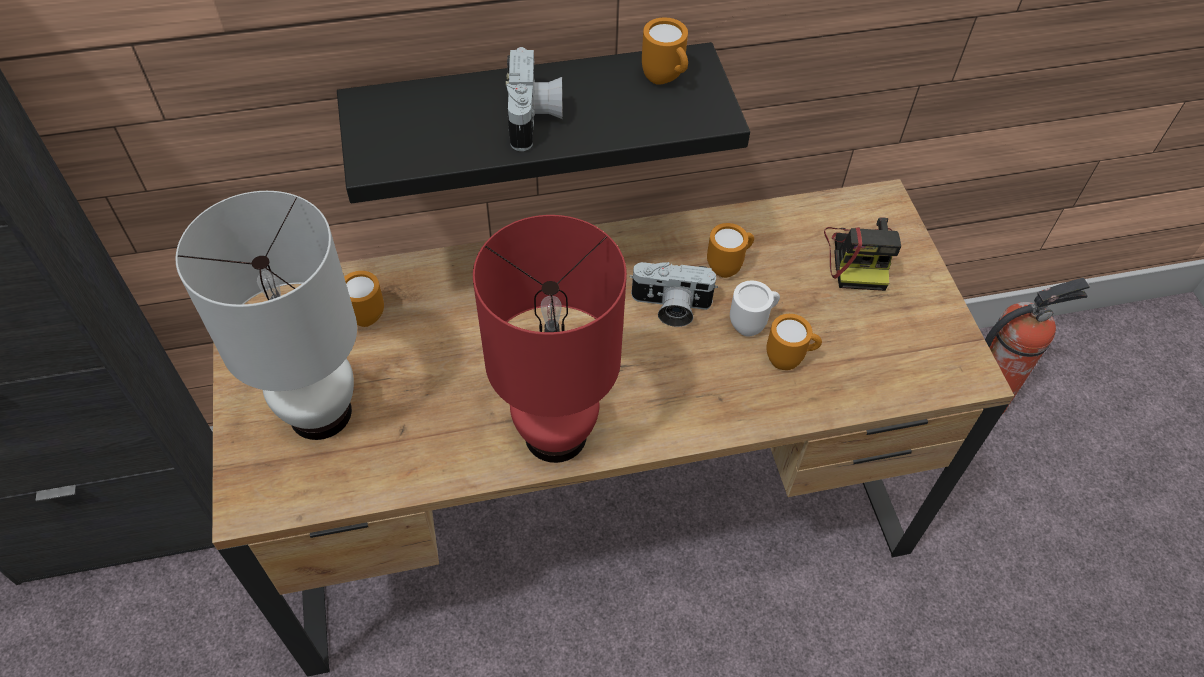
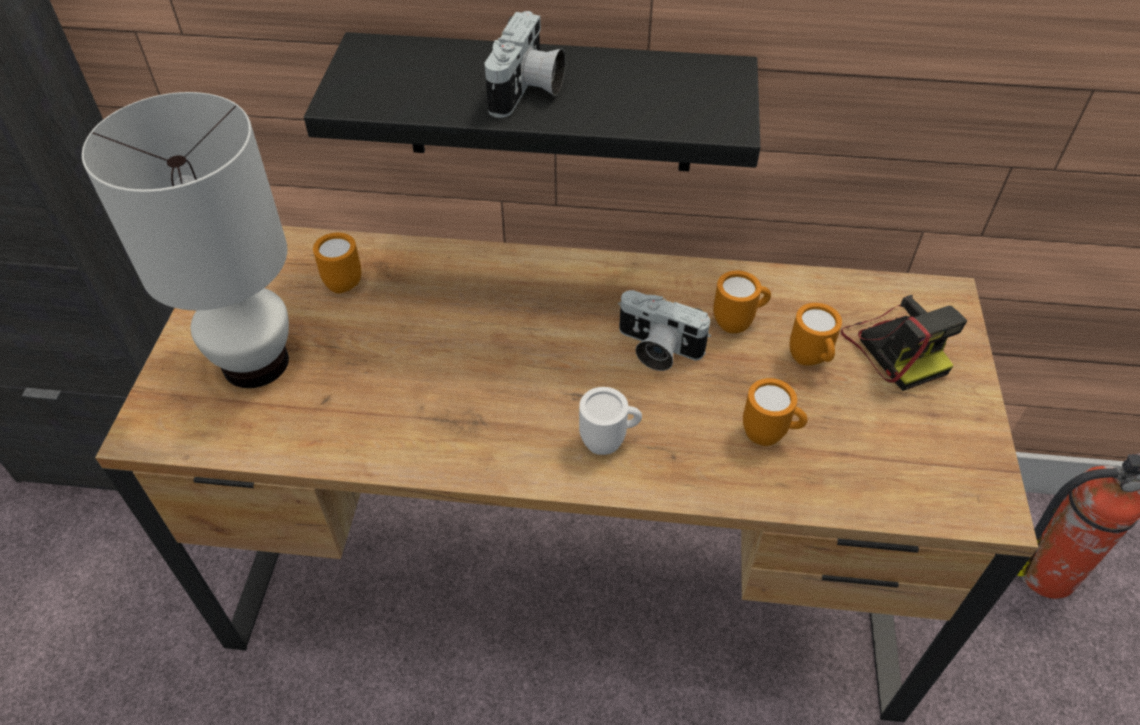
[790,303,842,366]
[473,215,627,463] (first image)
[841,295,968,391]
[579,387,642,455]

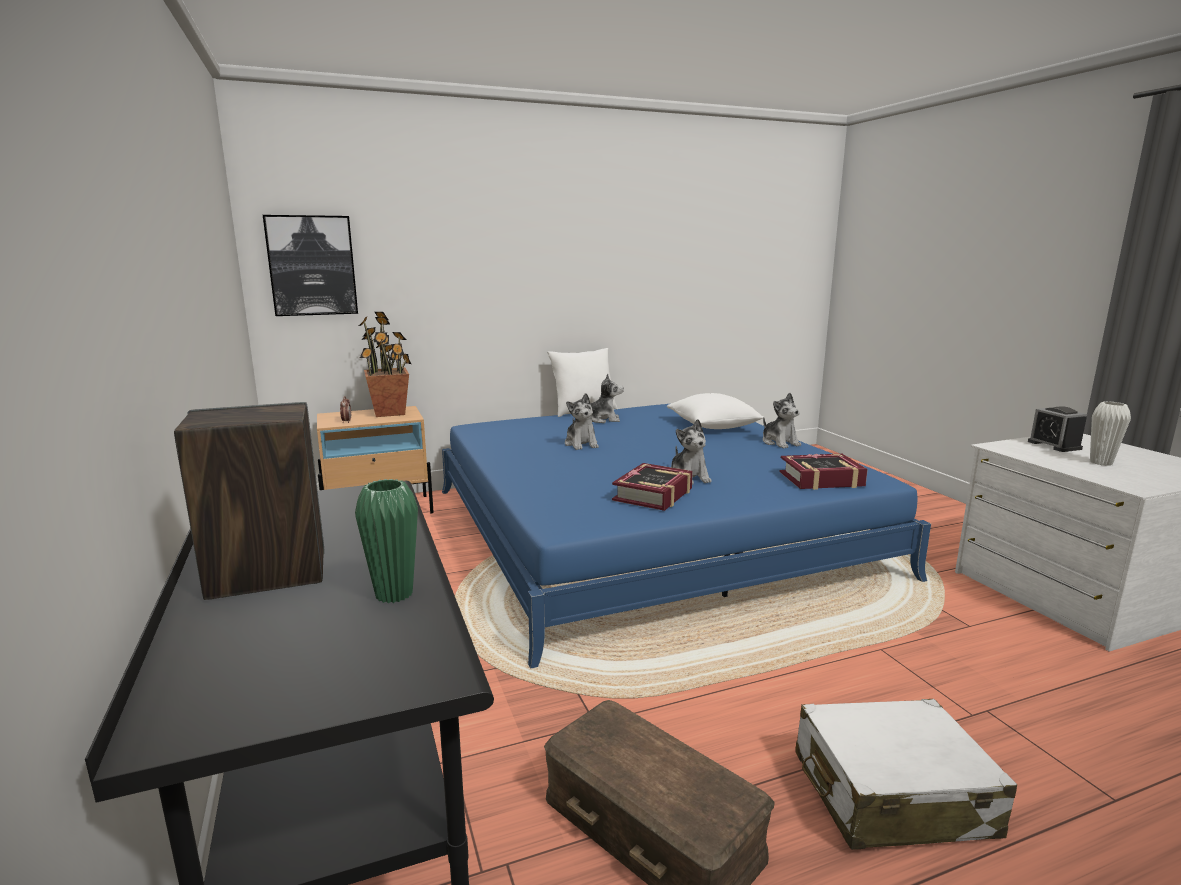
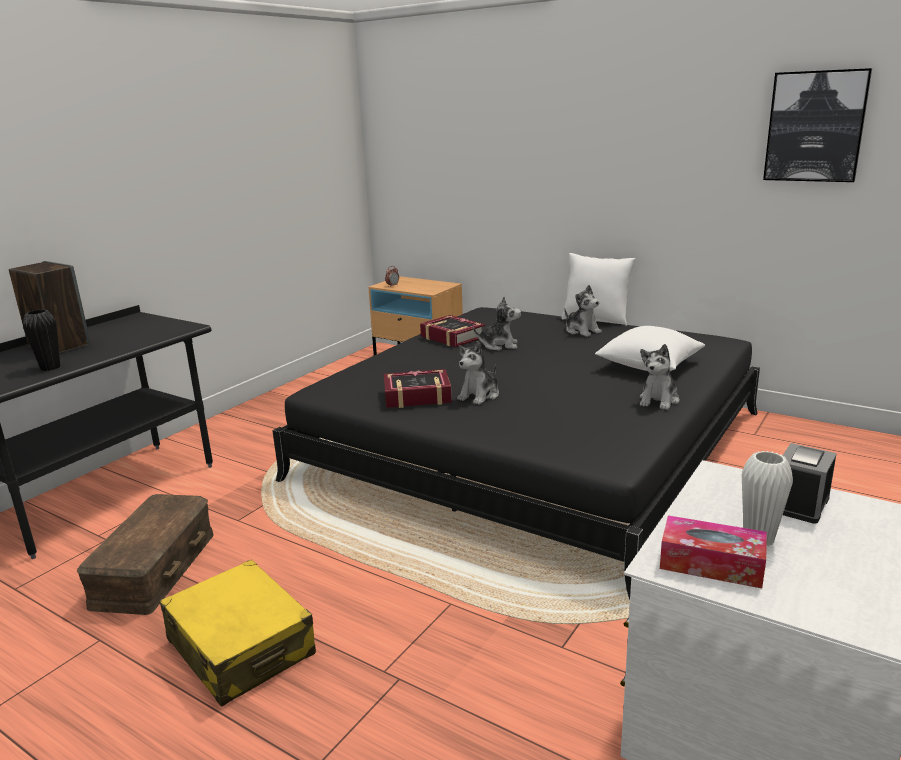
[763,68,872,182]
[359,312,411,417] (first image)
[473,296,521,351]
[272,307,760,600]
[420,315,485,347]
[23,309,60,371]
[160,559,316,707]
[660,515,767,588]

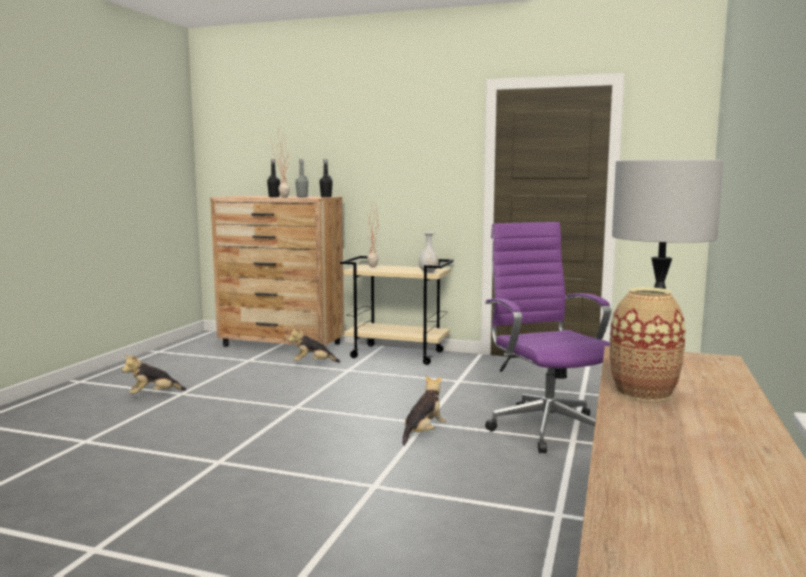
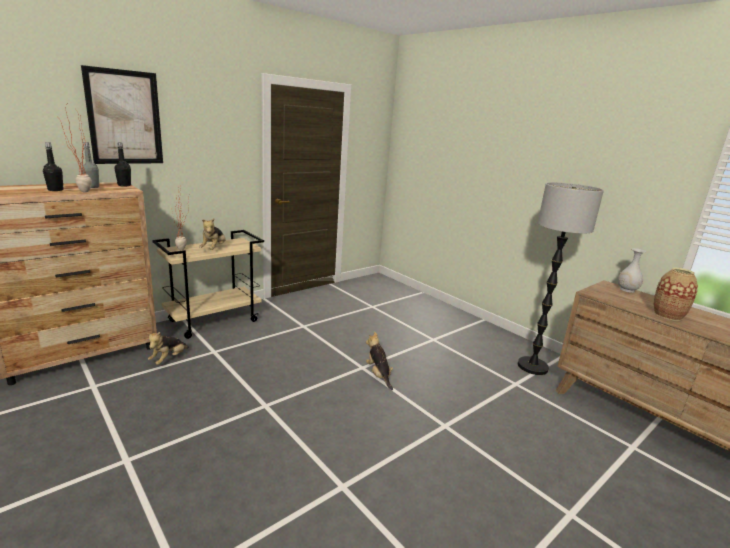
[485,222,611,453] (first image)
[618,248,647,293]
[199,218,226,250]
[81,65,163,164]

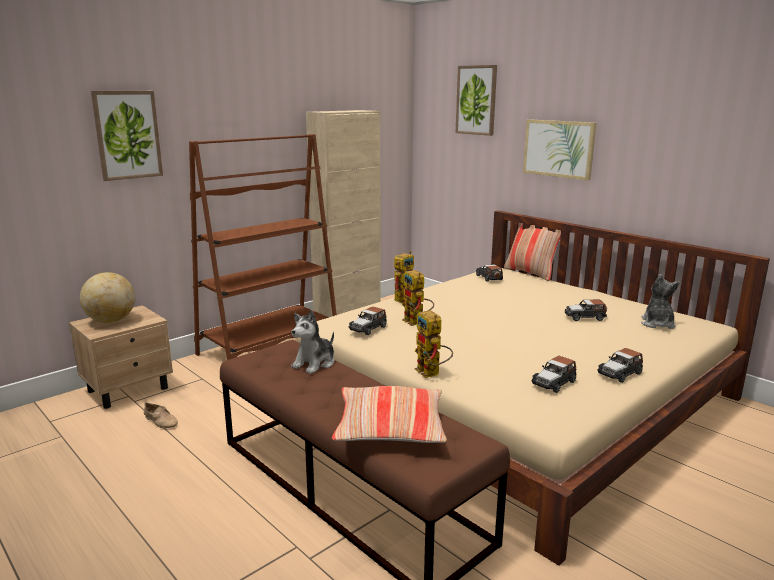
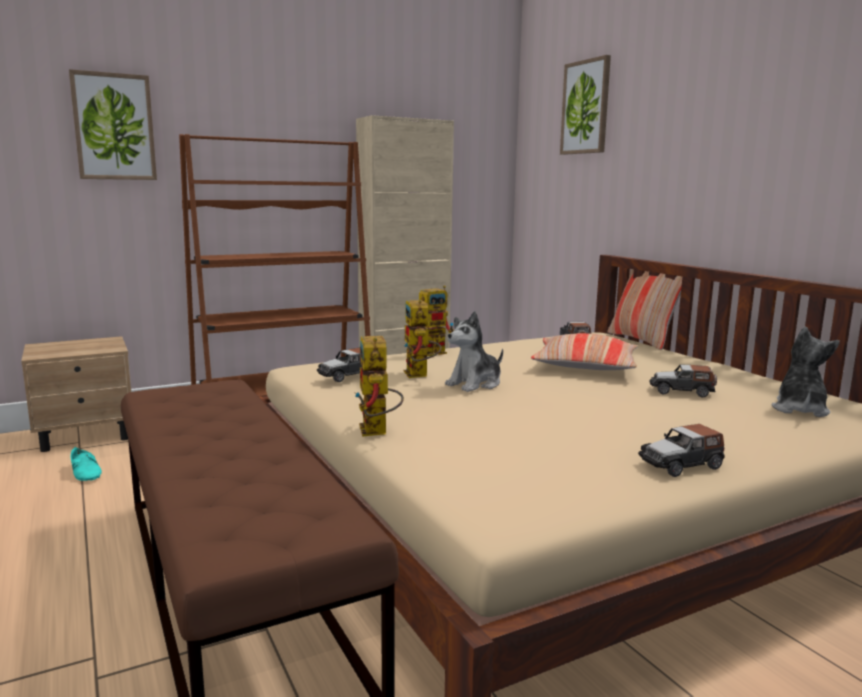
[523,119,597,180] (first image)
[80,272,135,323] (first image)
[445,311,503,392]
[531,356,576,393] (first image)
[531,333,638,370]
[71,447,102,481]

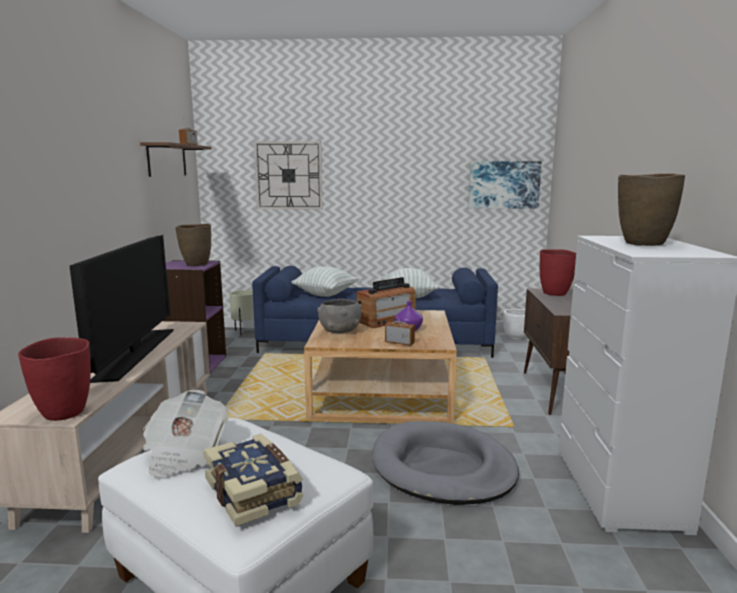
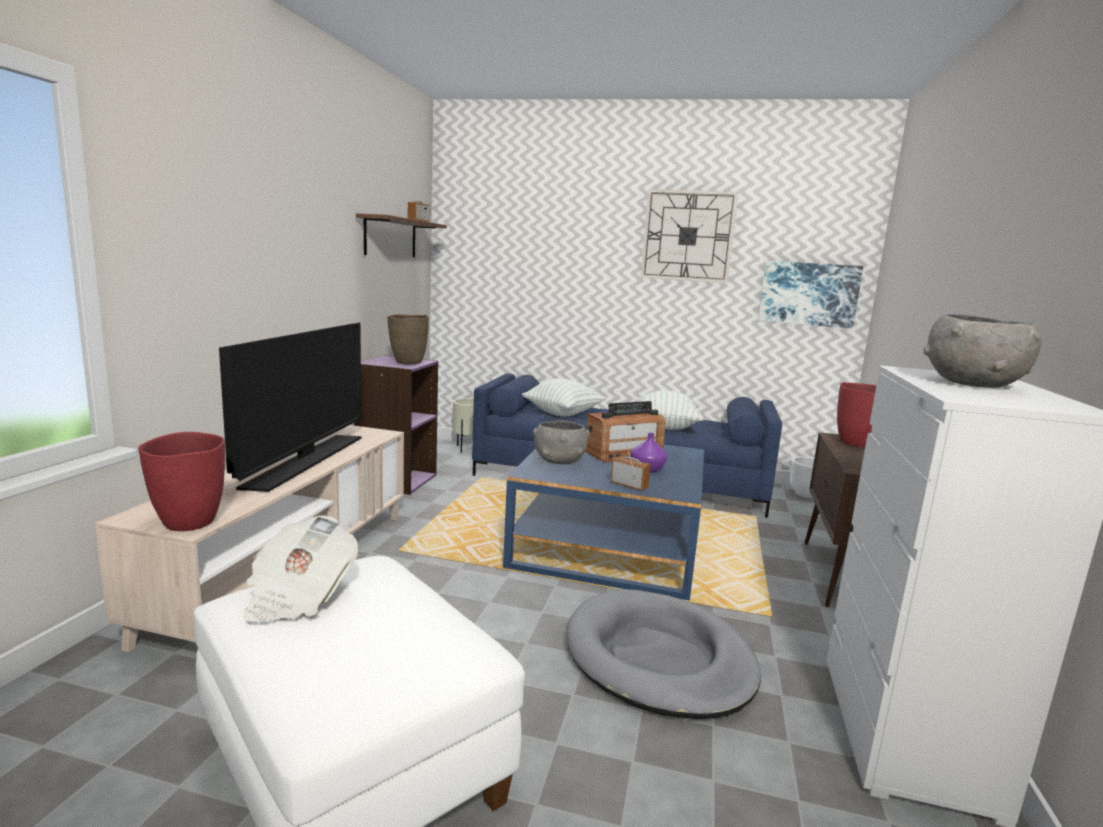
[640,189,738,283]
[924,314,1041,388]
[503,445,704,601]
[203,434,303,527] (first image)

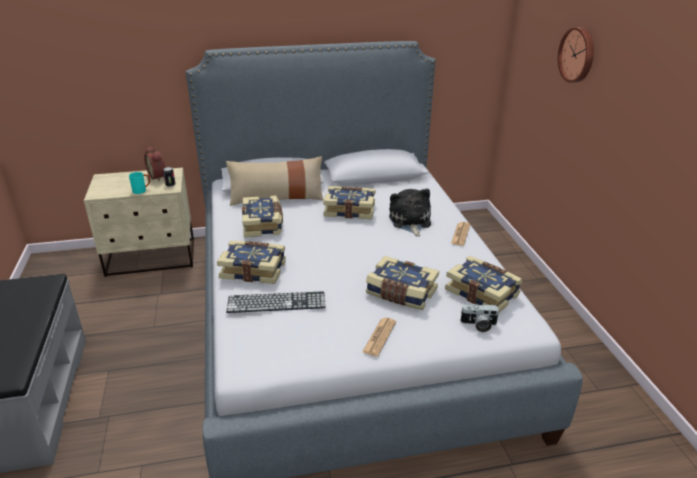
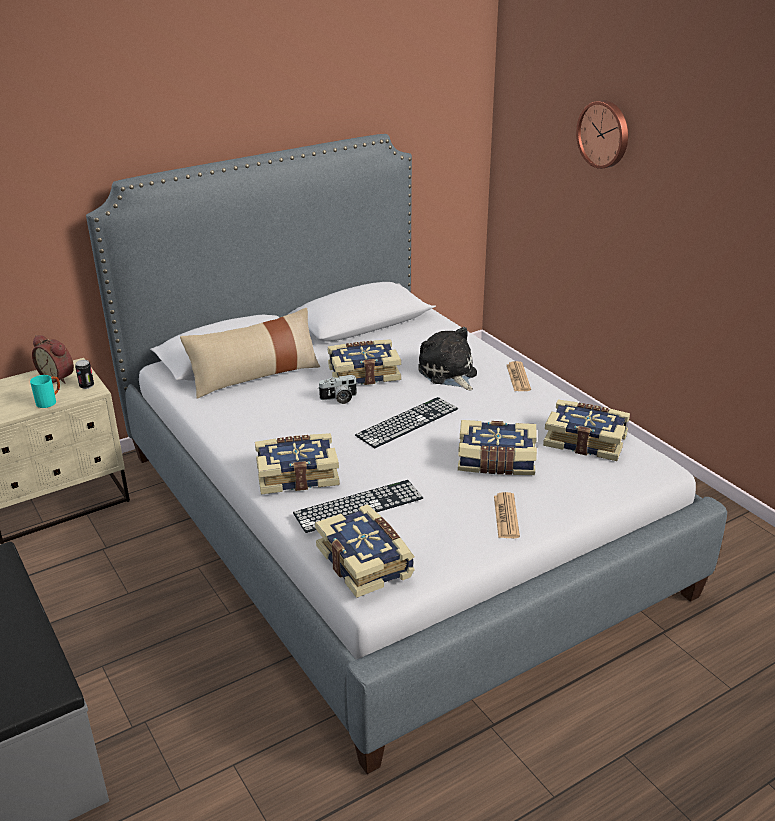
[315,504,415,598]
[318,375,358,404]
[355,397,458,448]

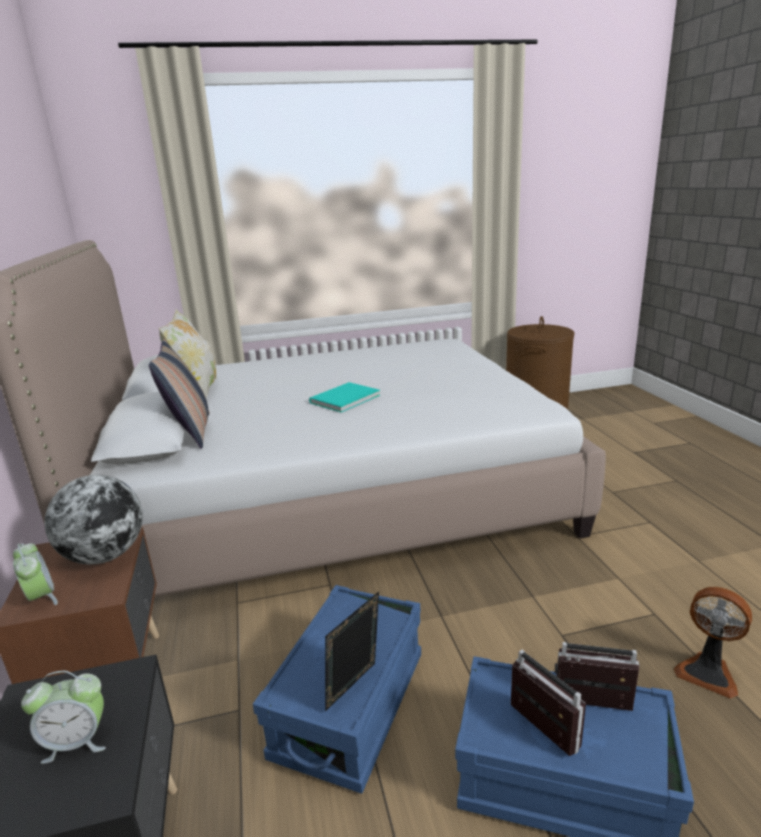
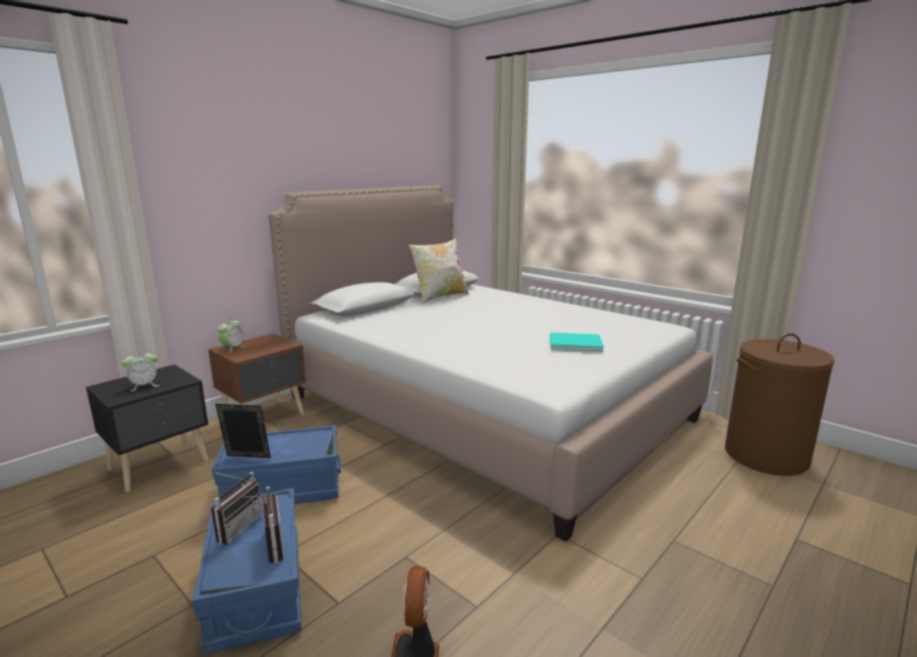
[149,339,209,449] (first image)
[550,332,604,352]
[45,475,143,565] (first image)
[122,350,160,391]

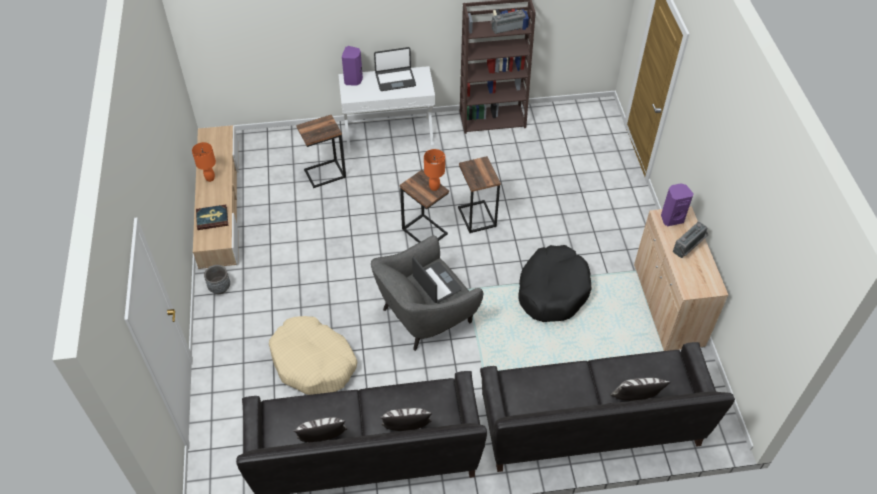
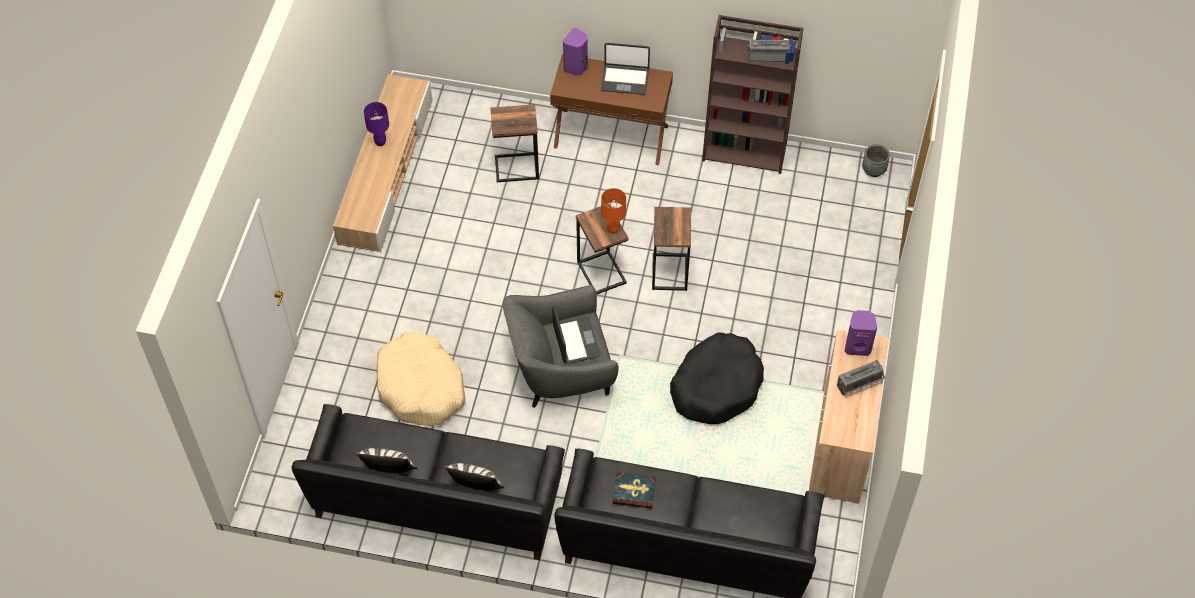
[550,54,673,165]
[364,102,389,146]
[613,472,656,508]
[862,144,890,177]
[610,378,670,401] (first image)

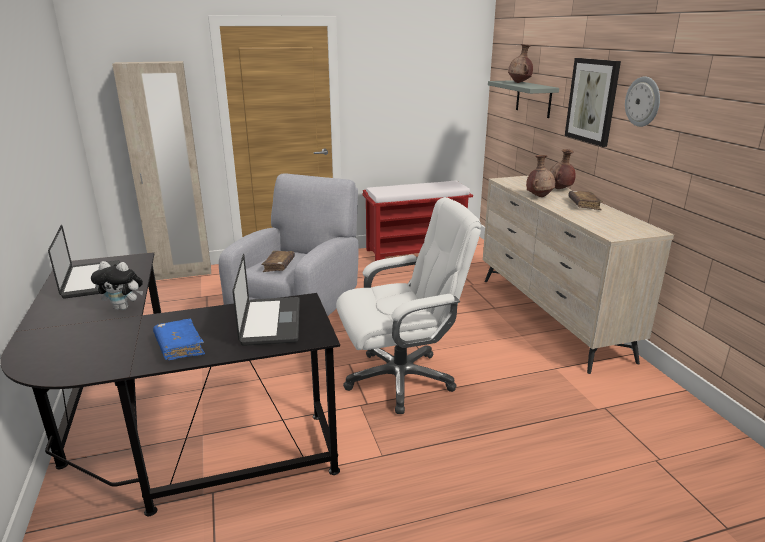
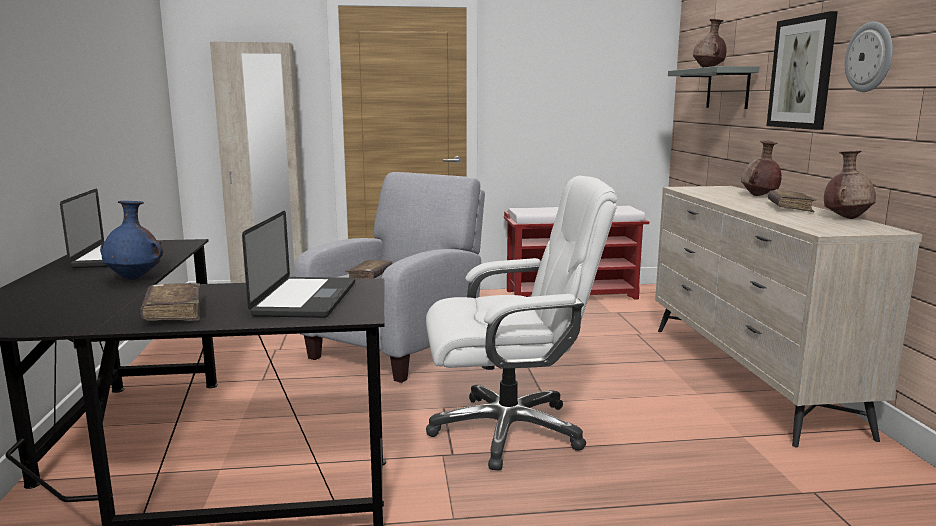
[824,151,876,219]
[100,201,163,280]
[140,283,200,321]

